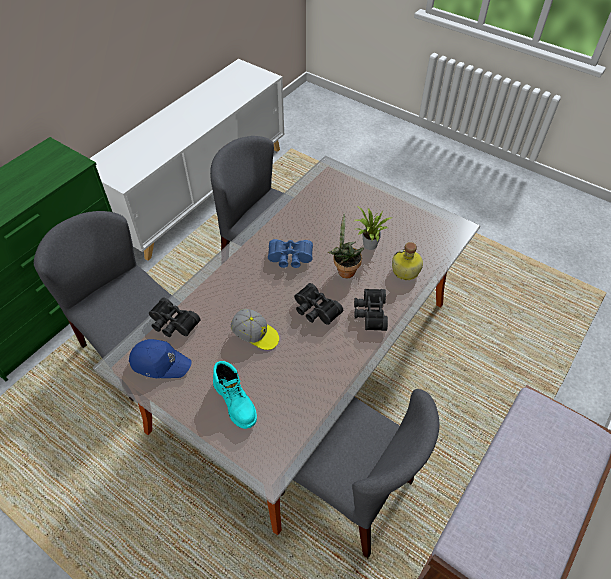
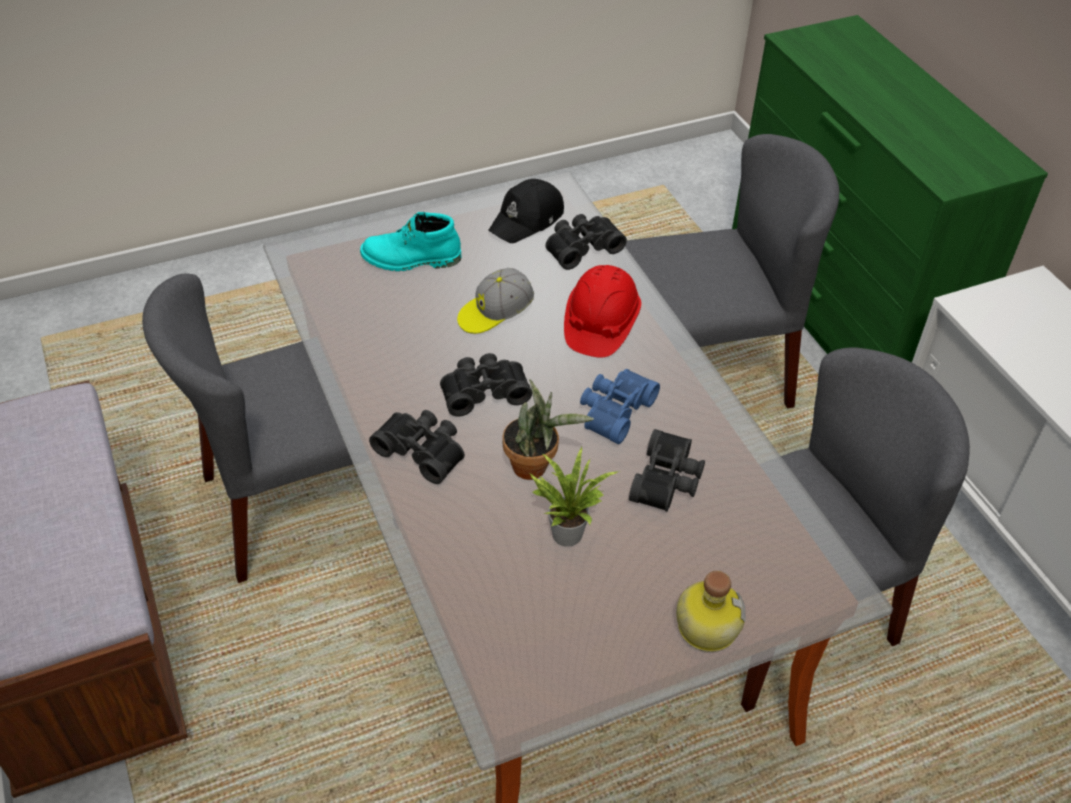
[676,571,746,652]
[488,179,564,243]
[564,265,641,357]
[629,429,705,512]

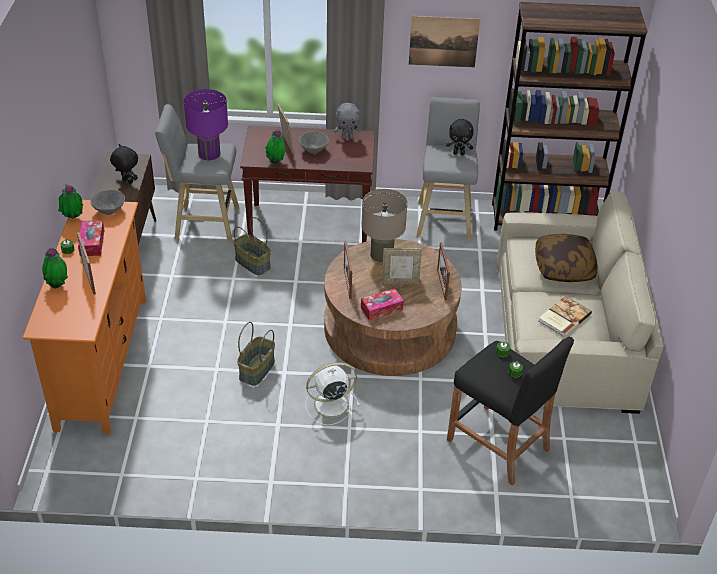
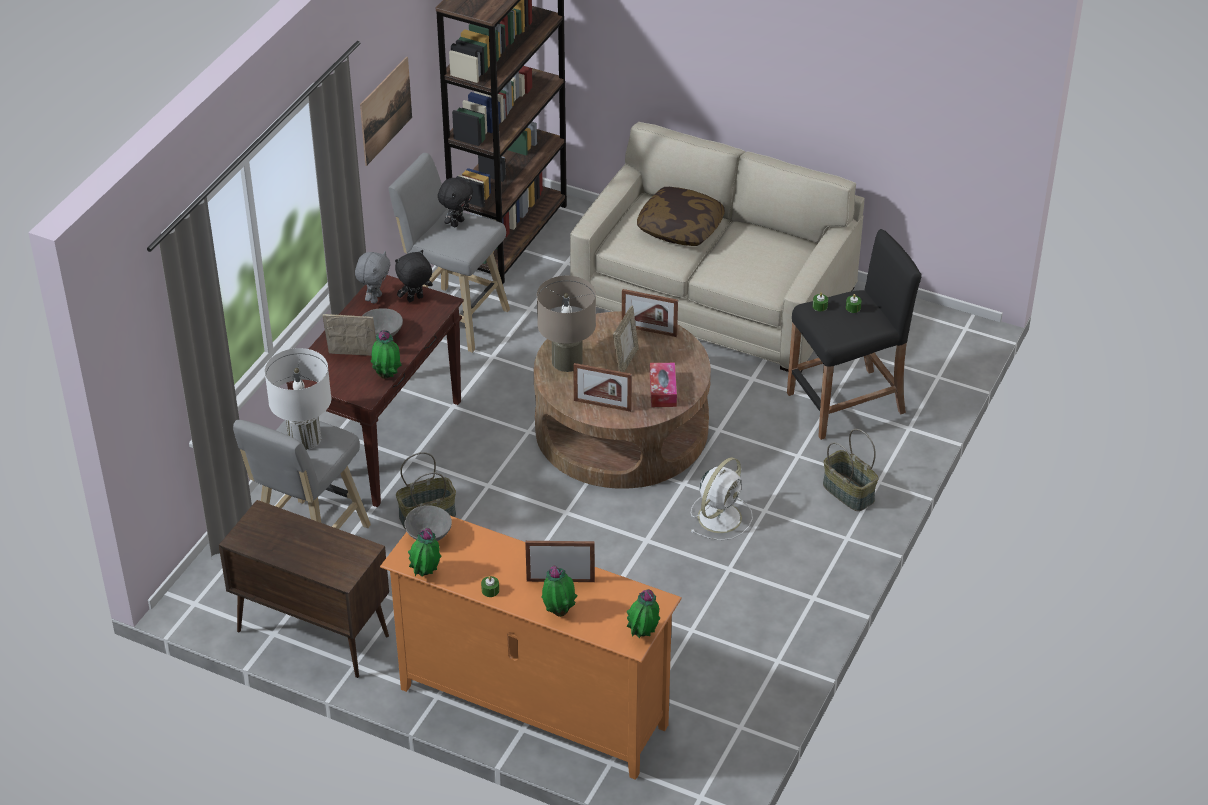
[265,348,331,450]
[395,250,433,302]
[78,220,105,256] (first image)
[539,296,592,337] (first image)
[823,429,878,511]
[691,457,753,540]
[626,589,660,638]

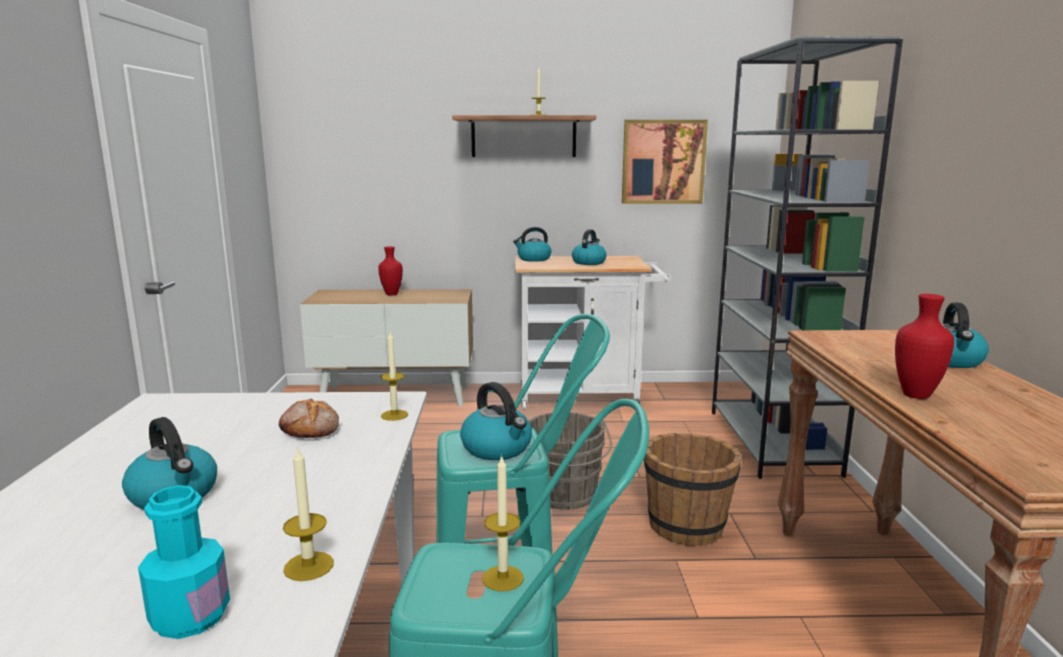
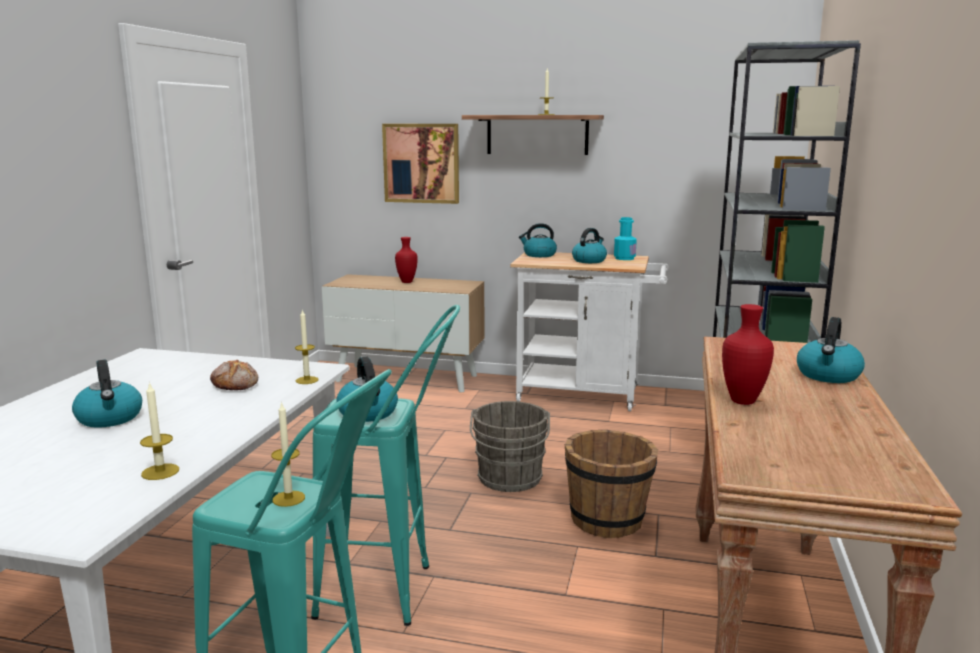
[382,124,459,204]
[614,217,637,260]

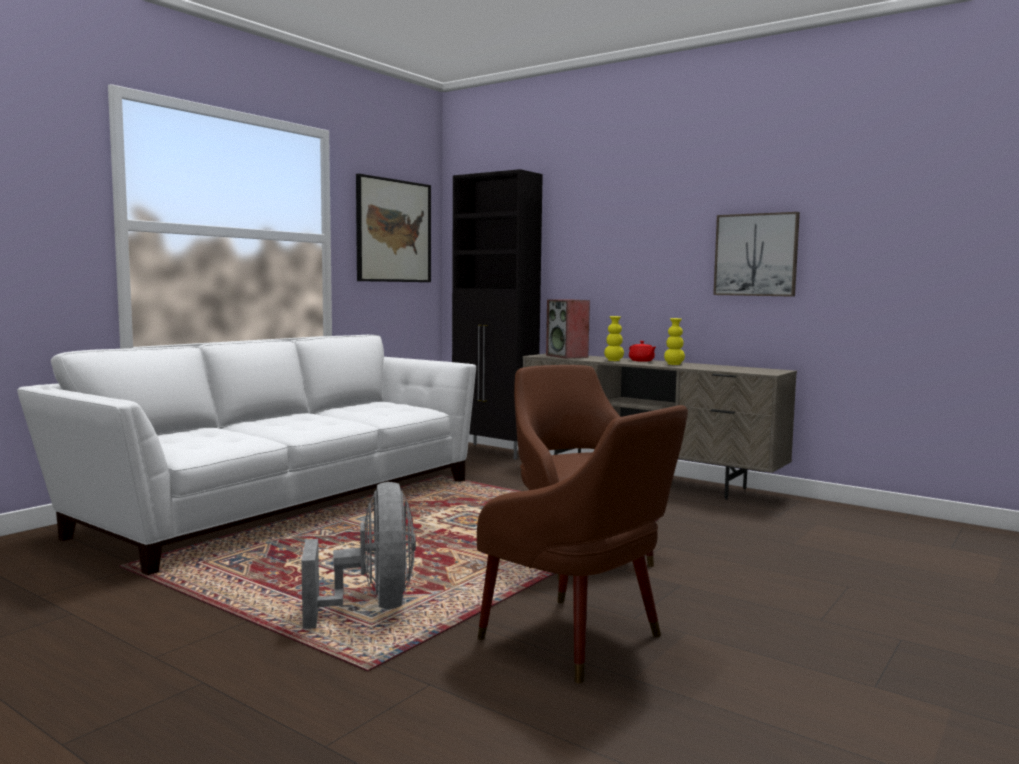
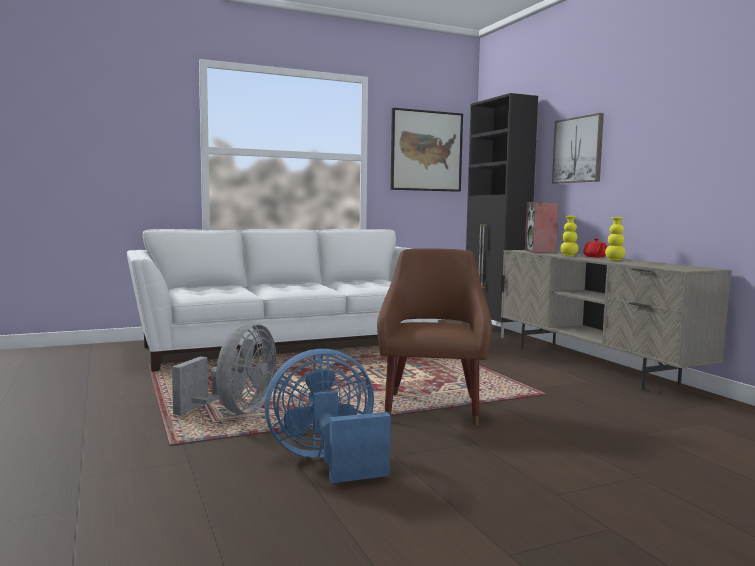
[552,113,604,183]
[264,349,391,483]

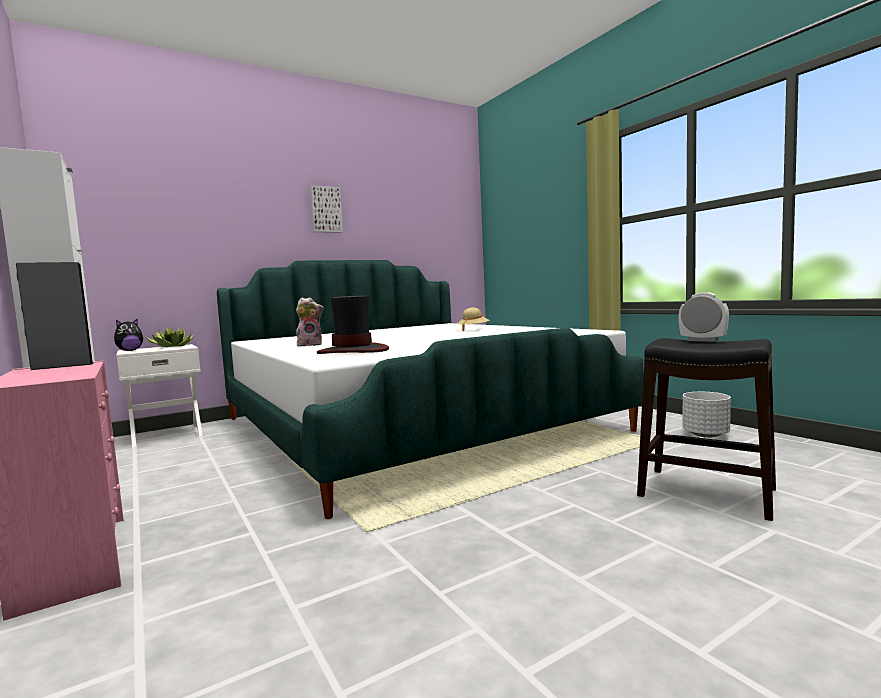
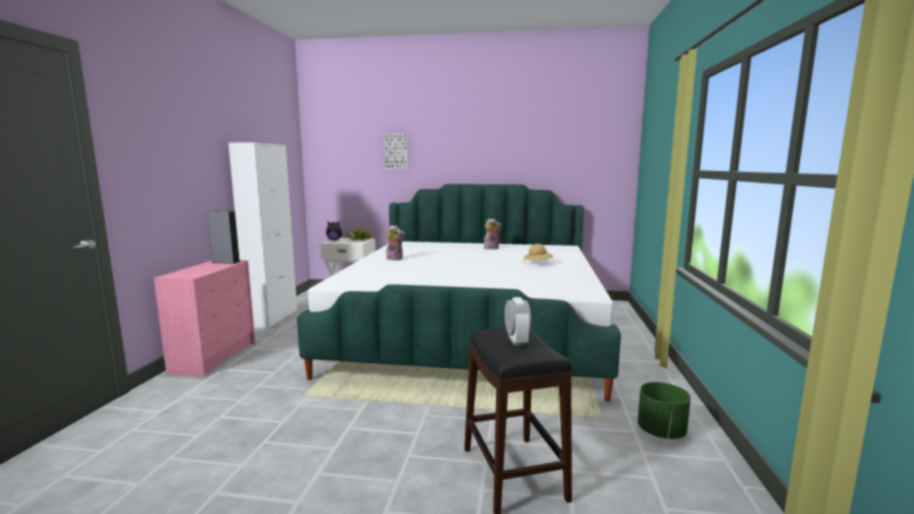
[384,133,409,169]
[317,296,389,354] (first image)
[638,382,691,439]
[484,218,502,250]

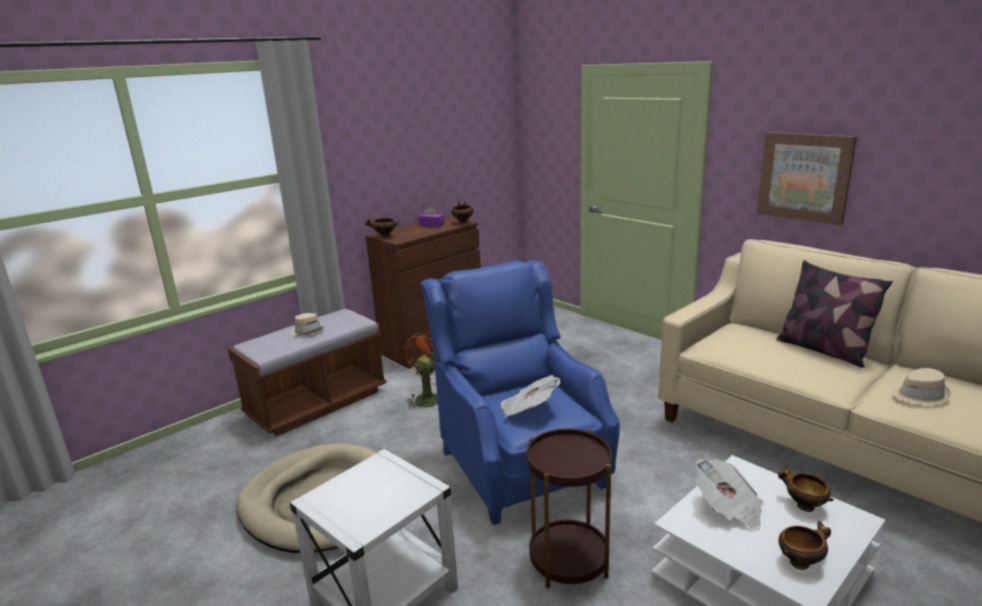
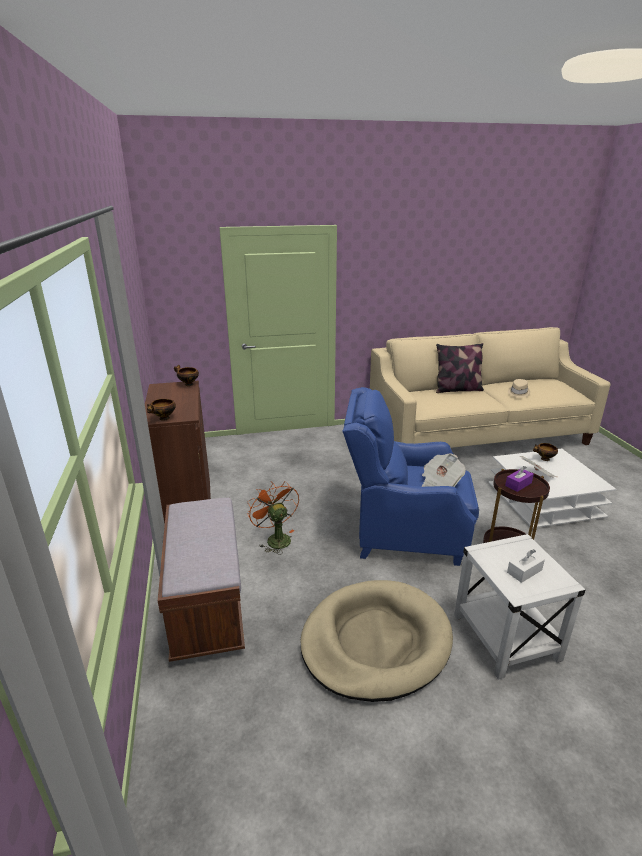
[757,132,857,226] (first image)
[505,466,534,492]
[291,313,324,336] (first image)
[778,521,831,570] (first image)
[507,549,545,583]

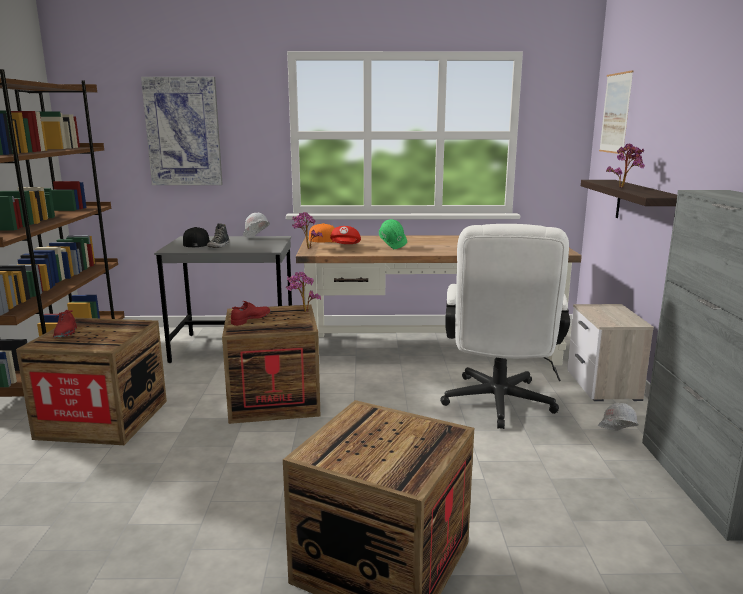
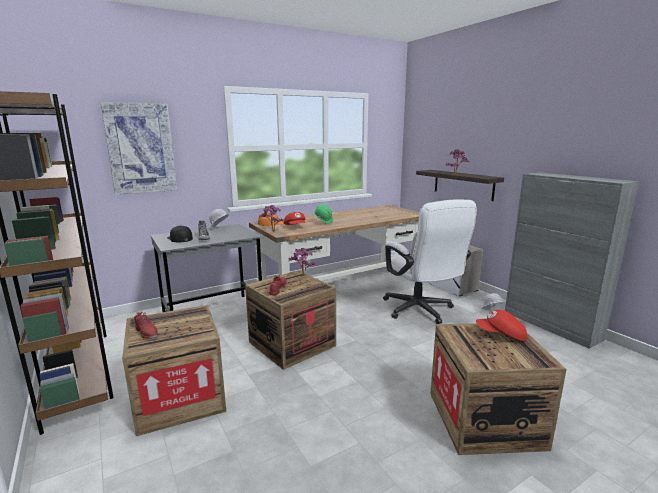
[599,70,634,154] (first image)
[476,310,527,341]

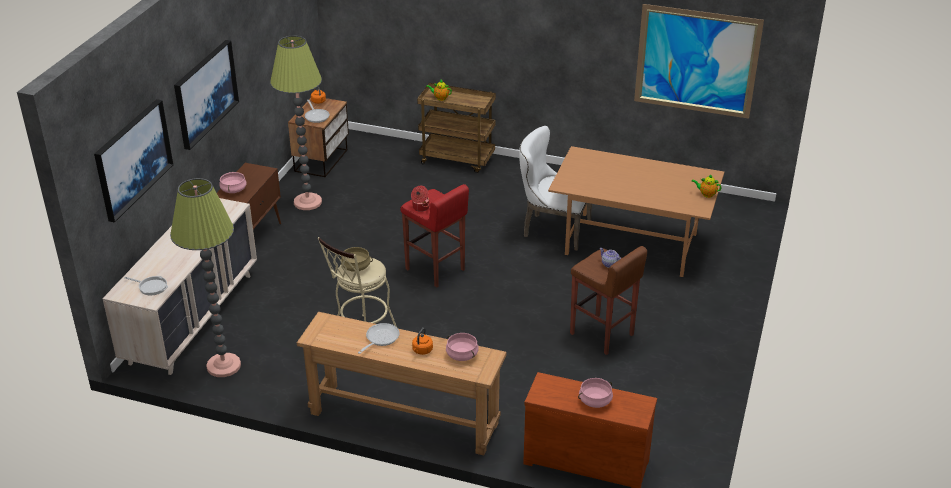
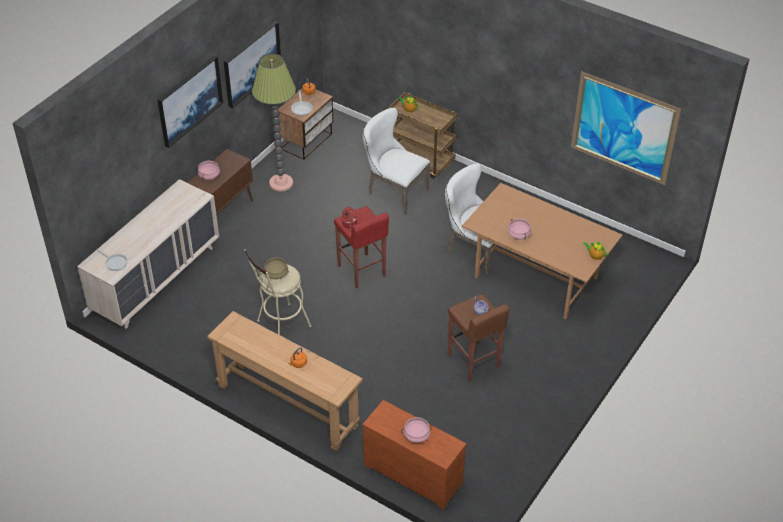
[224,21,281,108]
[170,178,241,377] (first image)
[358,323,400,354] (first image)
[508,219,531,239]
[363,108,430,214]

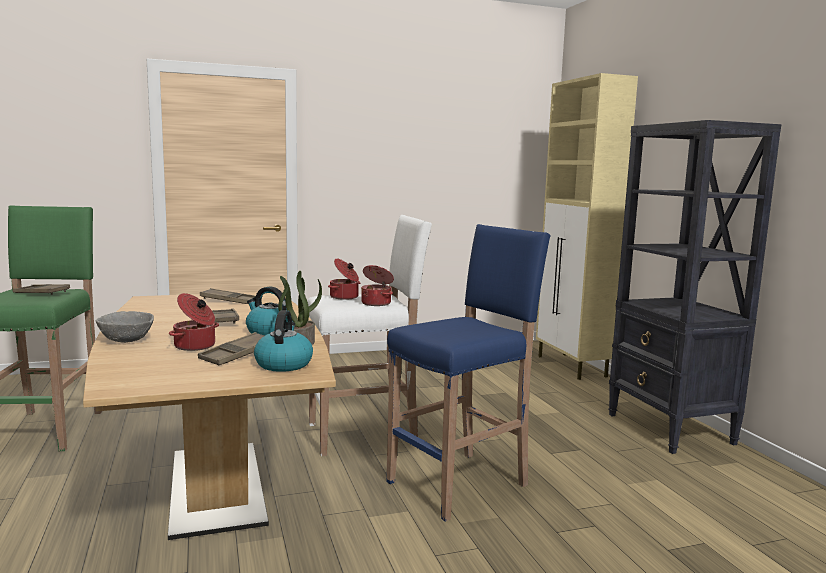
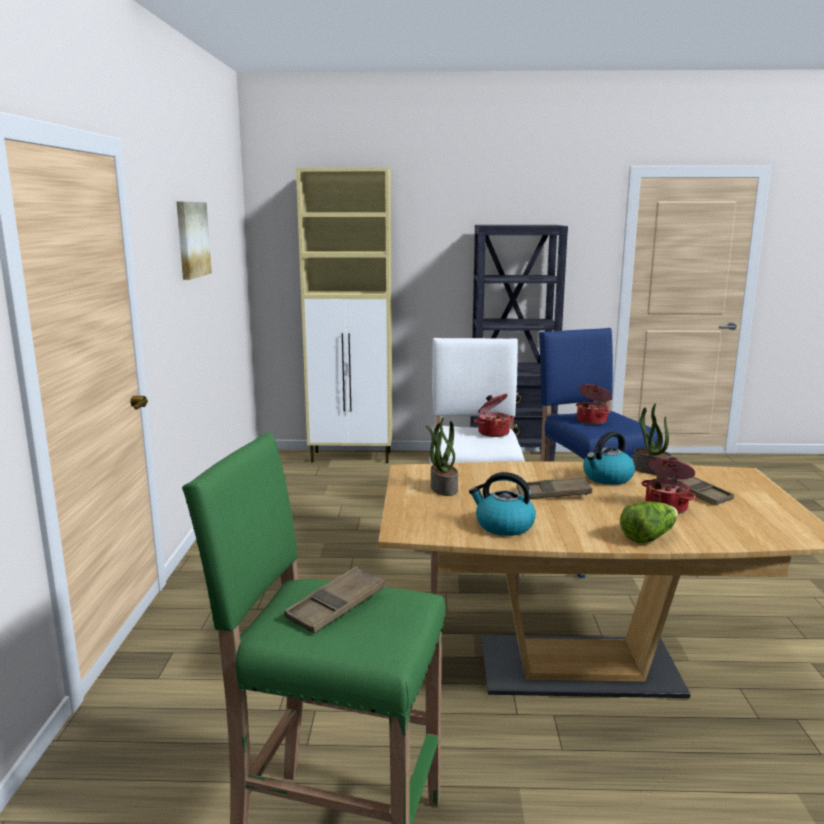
[576,384,611,425]
[425,417,458,496]
[469,472,536,536]
[620,501,678,543]
[177,202,212,280]

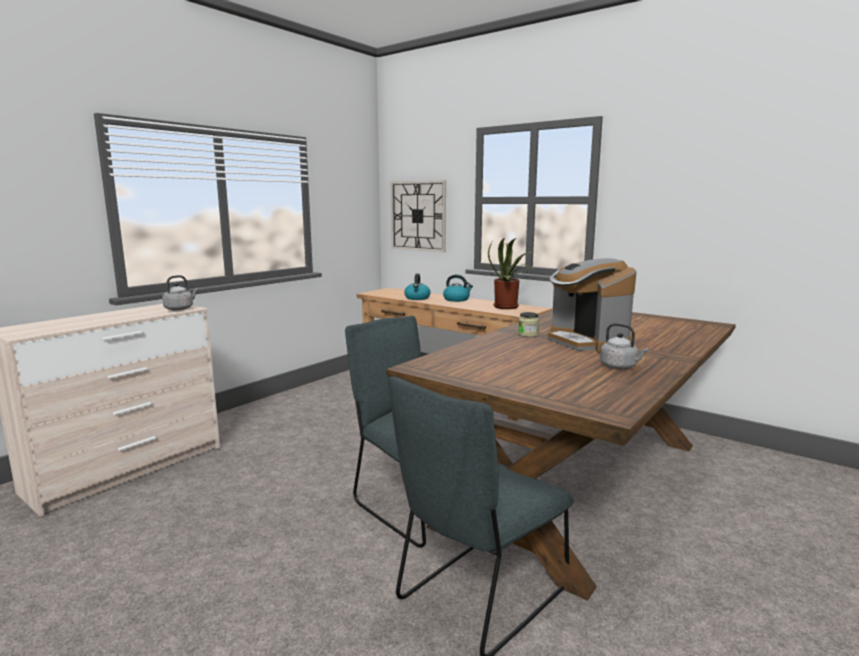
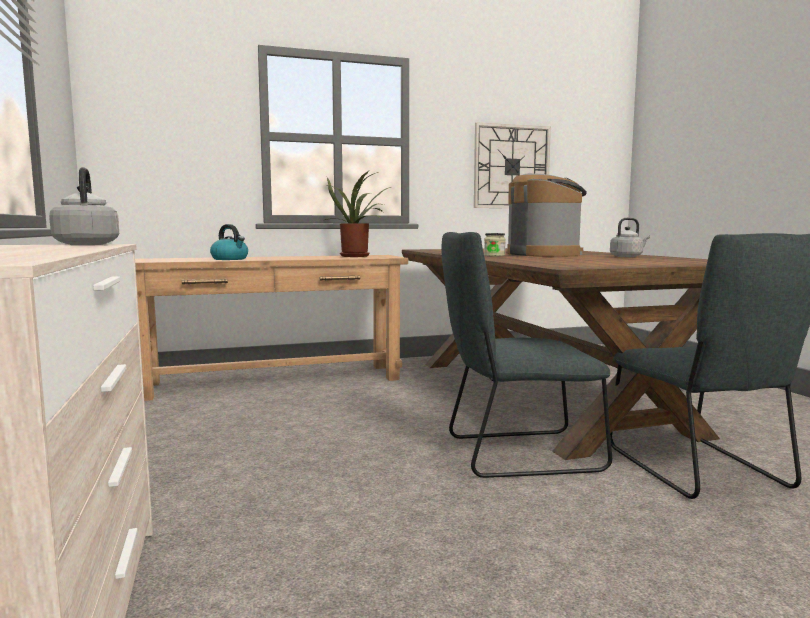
[474,122,551,208]
[507,173,587,257]
[443,275,473,302] (first image)

